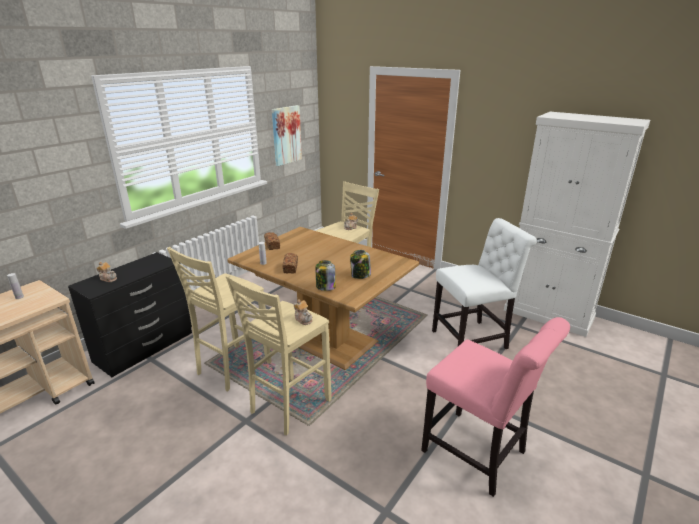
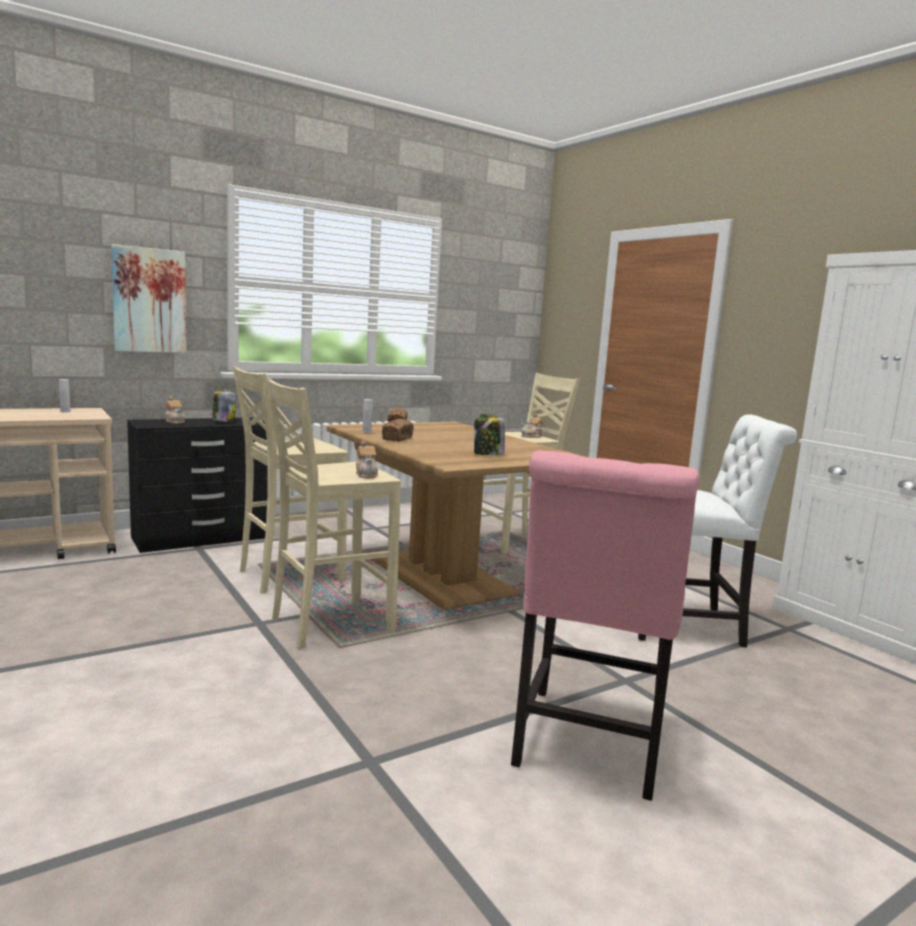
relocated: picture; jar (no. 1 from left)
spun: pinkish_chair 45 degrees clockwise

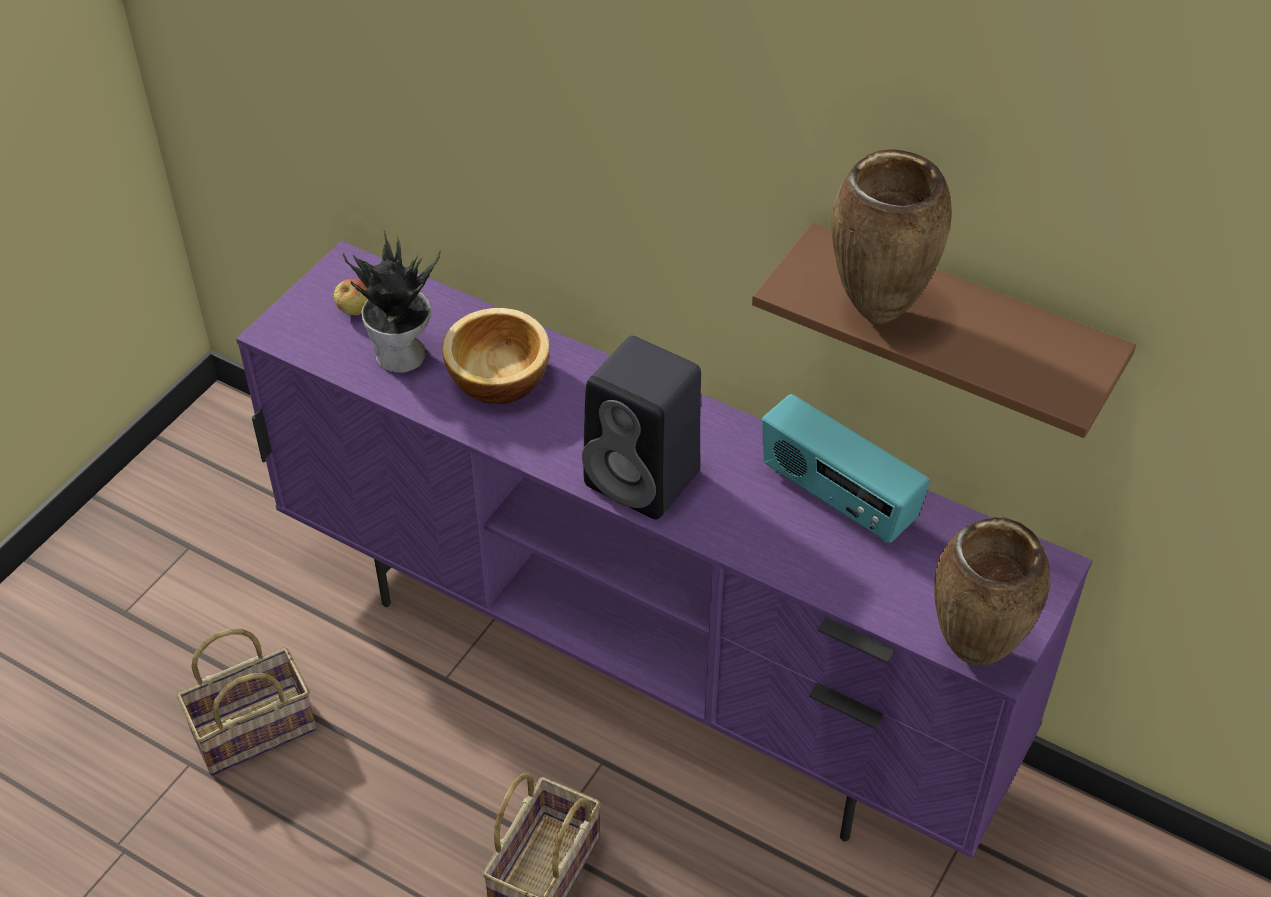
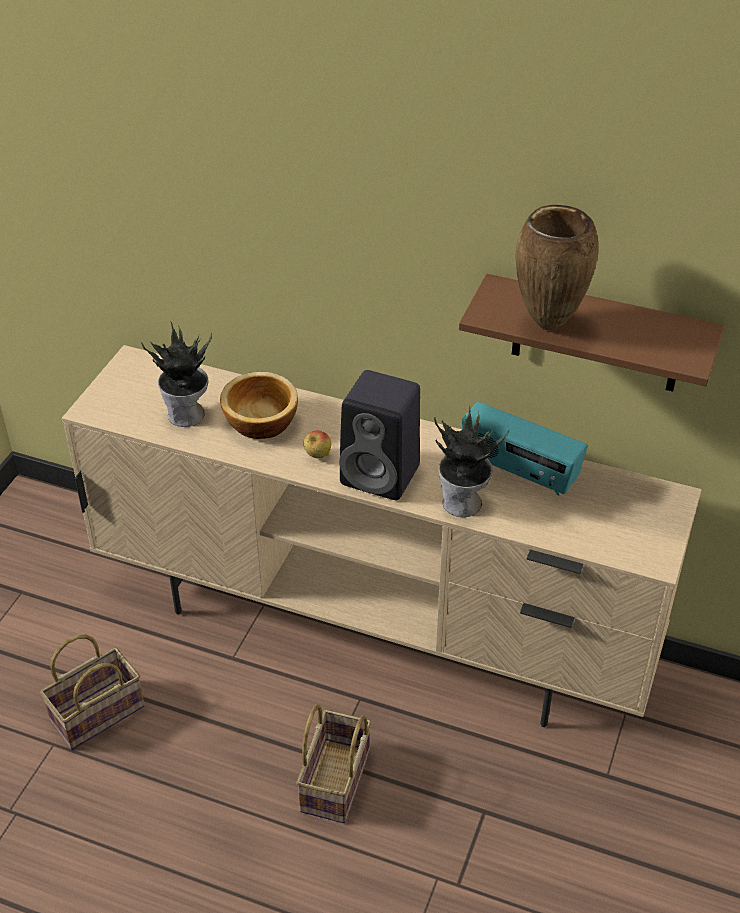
missing: brown_decorative_vase (no. 2 from left)
appeared: plant_in_a_pot (no. 2 from left)
relocated: apple_fruit
colour: purplish_tv_stand to sand-coloured_tv_stand

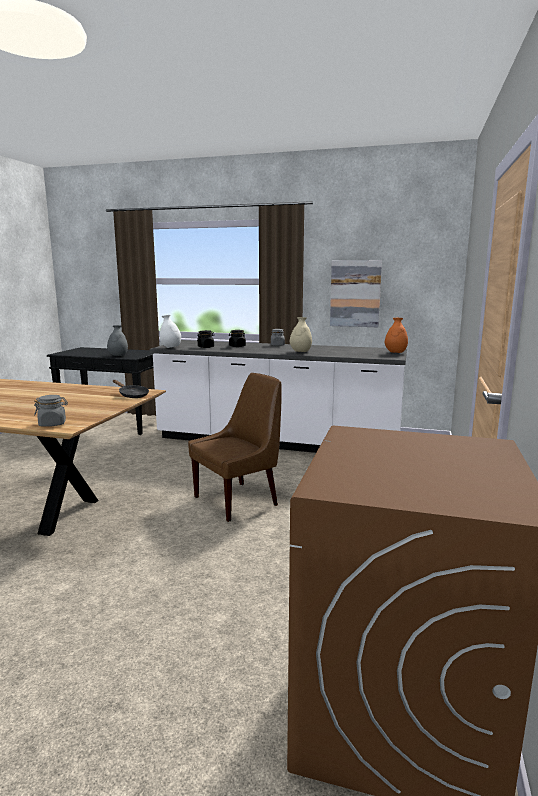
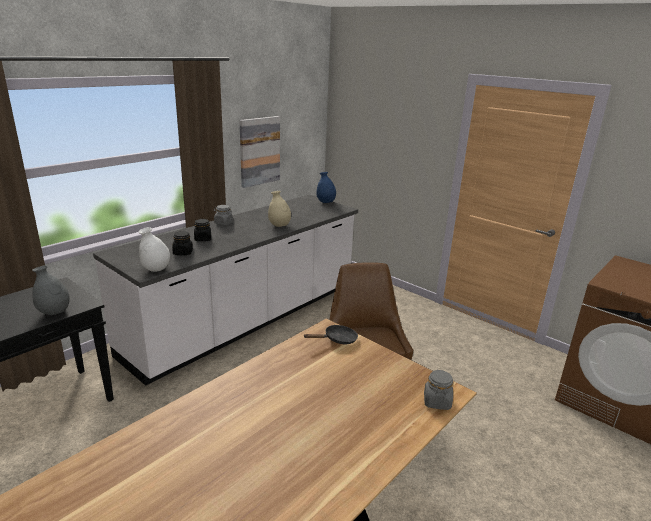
colour: orange-coloured_decorative_vase to bluish_decorative_vase

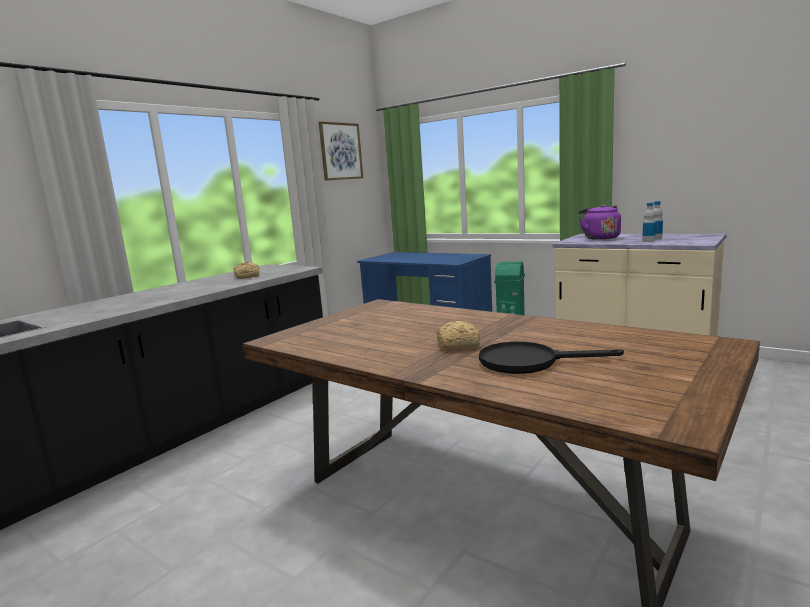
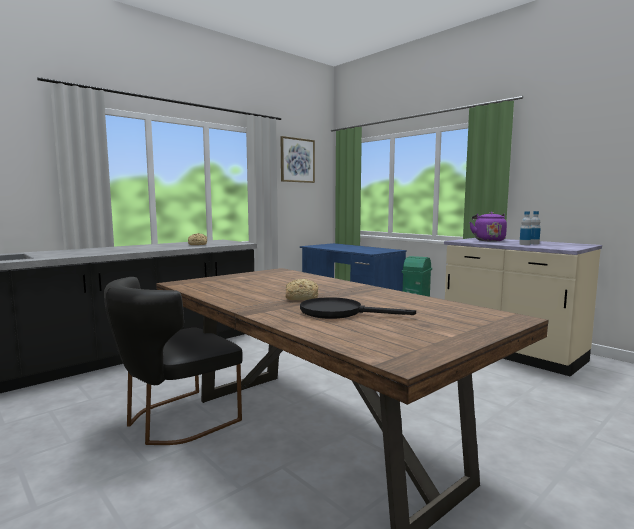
appeared: blackish_chair

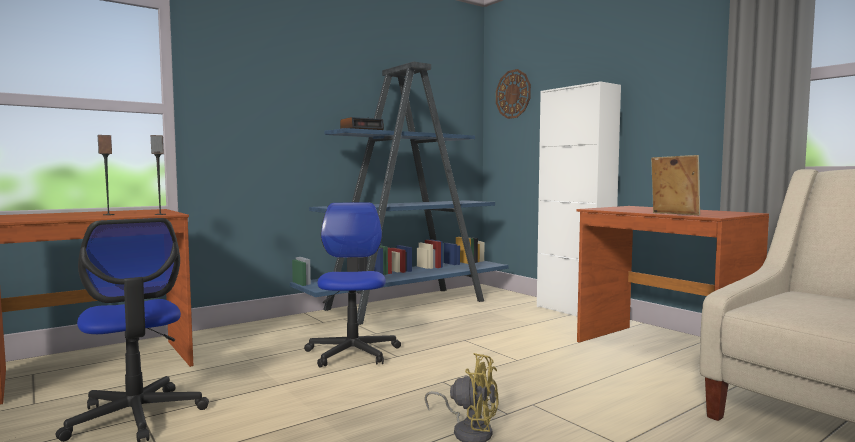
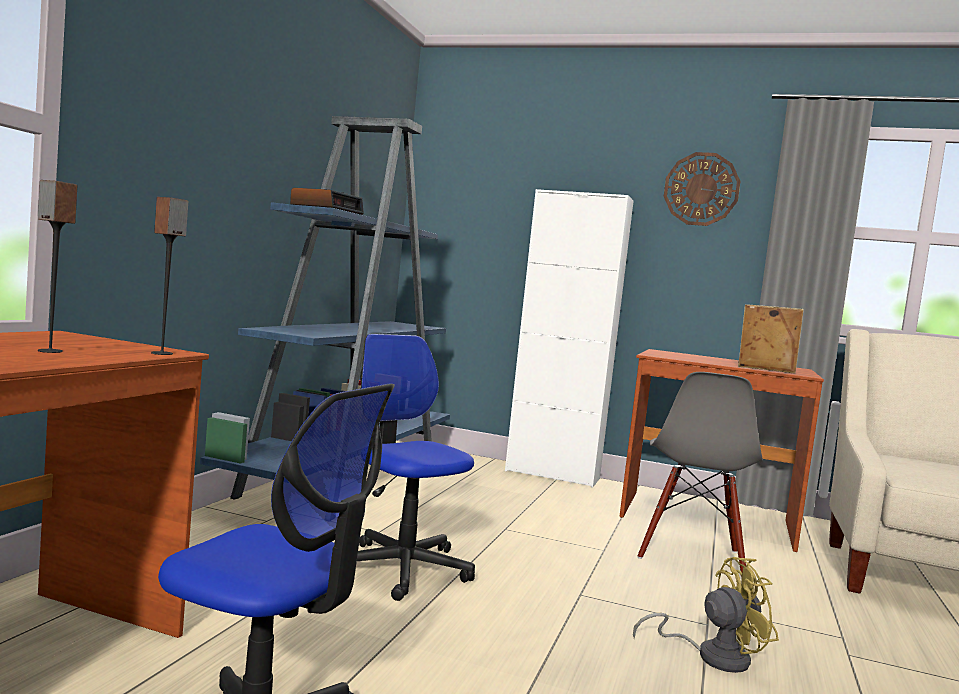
appeared: gray_chair
relocated: hanging_clock

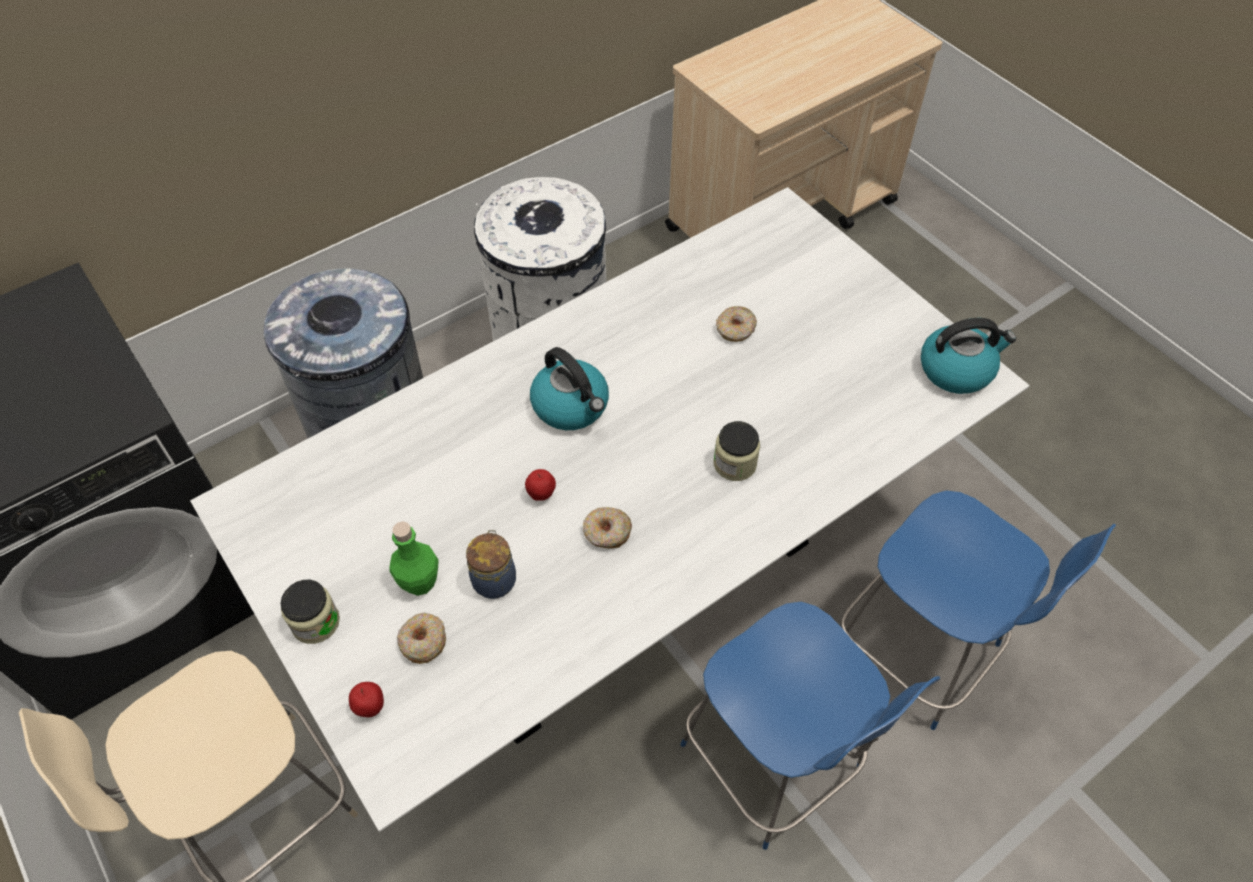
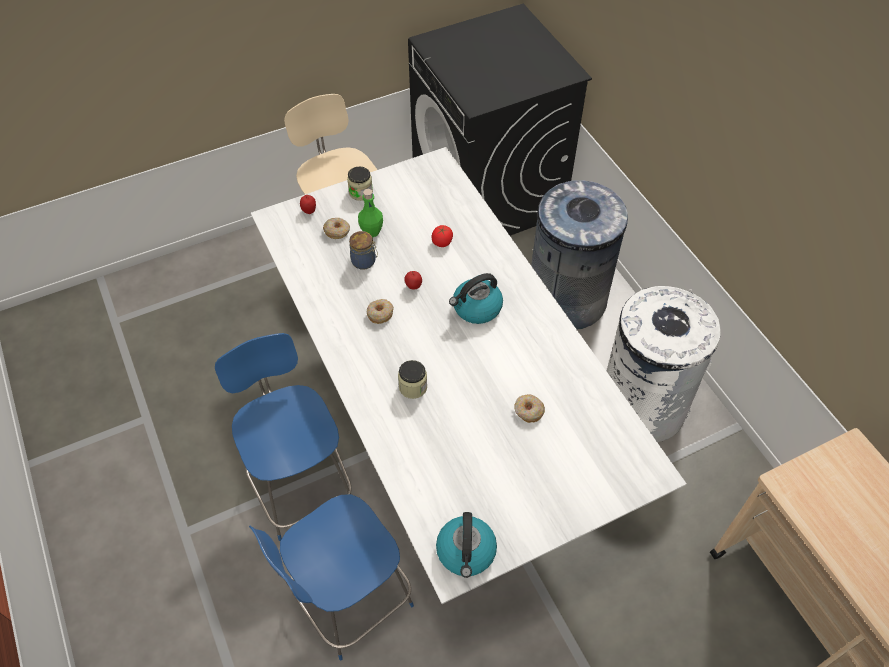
appeared: tomato
spun: bluish_chair (no. 1 from left) 90 degrees clockwise

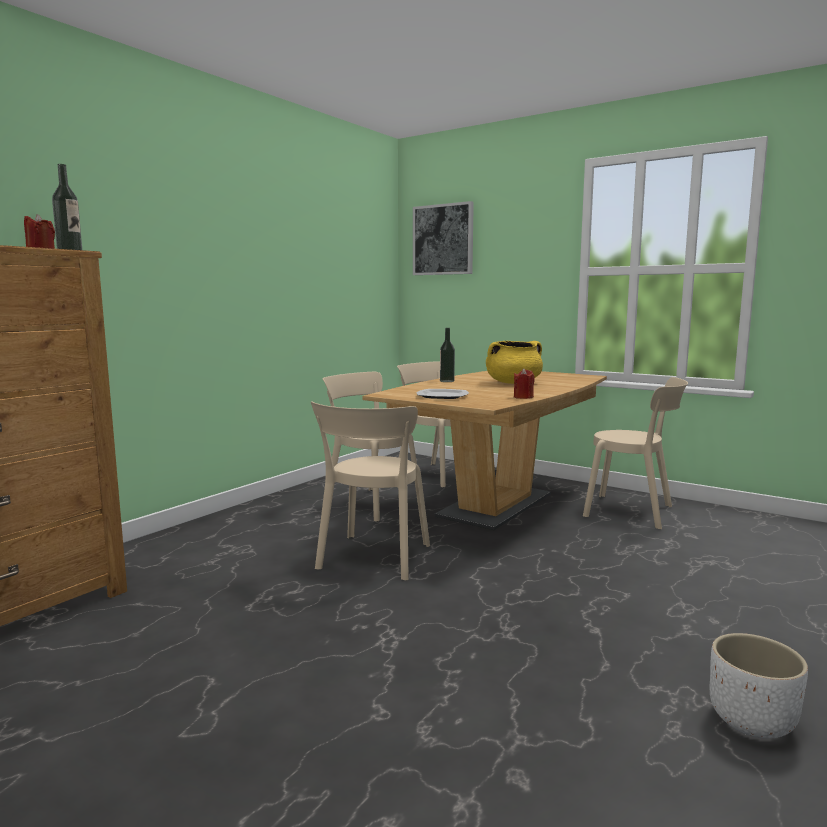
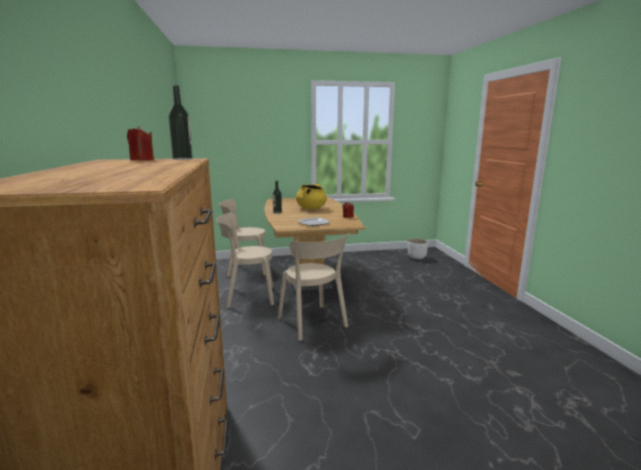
missing: picture; sand-coloured_chair (no. 4 from left)
relocated: white_planter

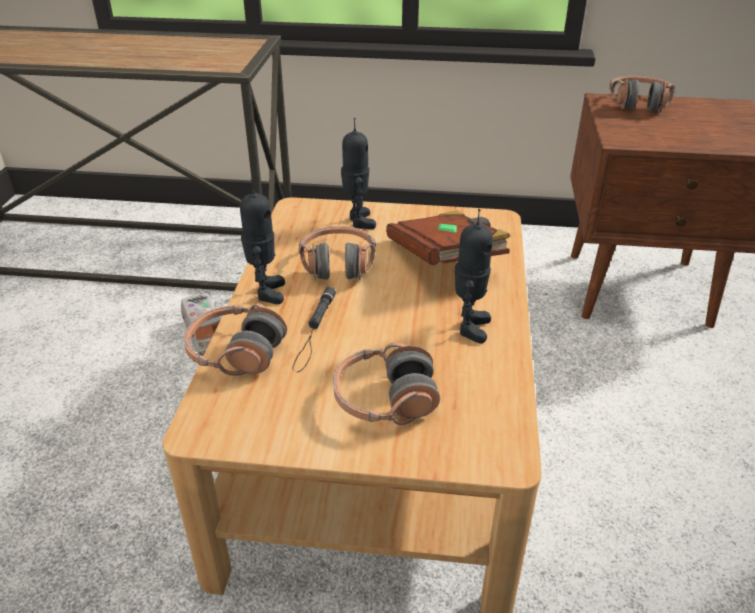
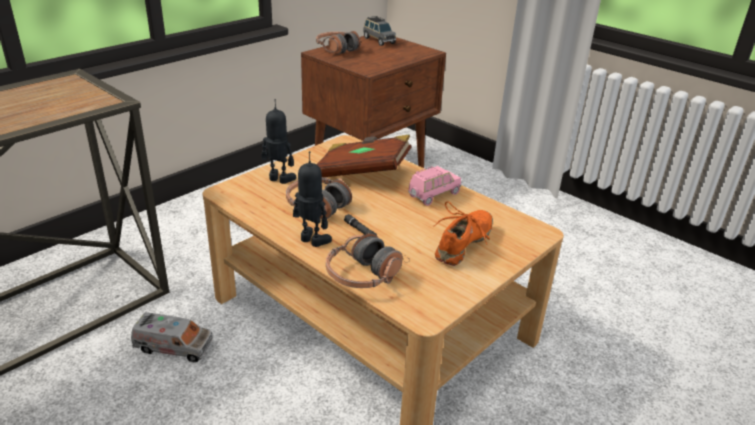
appeared: gray_model_car
exchanged: headphones (no. 3 from left) to orange-coloured_item_of_footwear; toy_robot (no. 3 from left) to pinkish_model_car

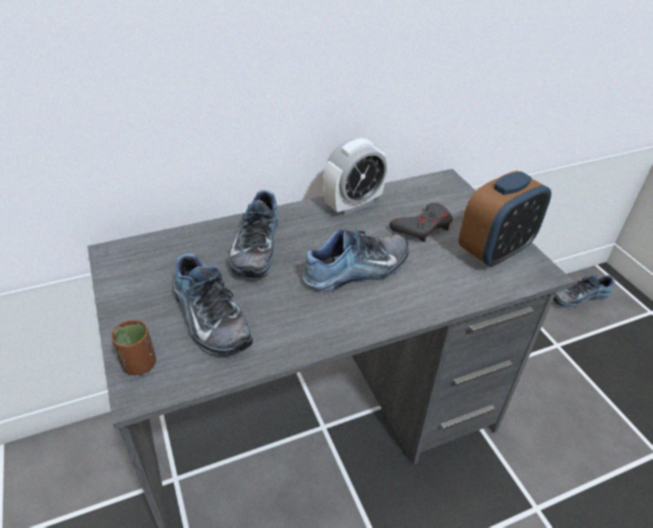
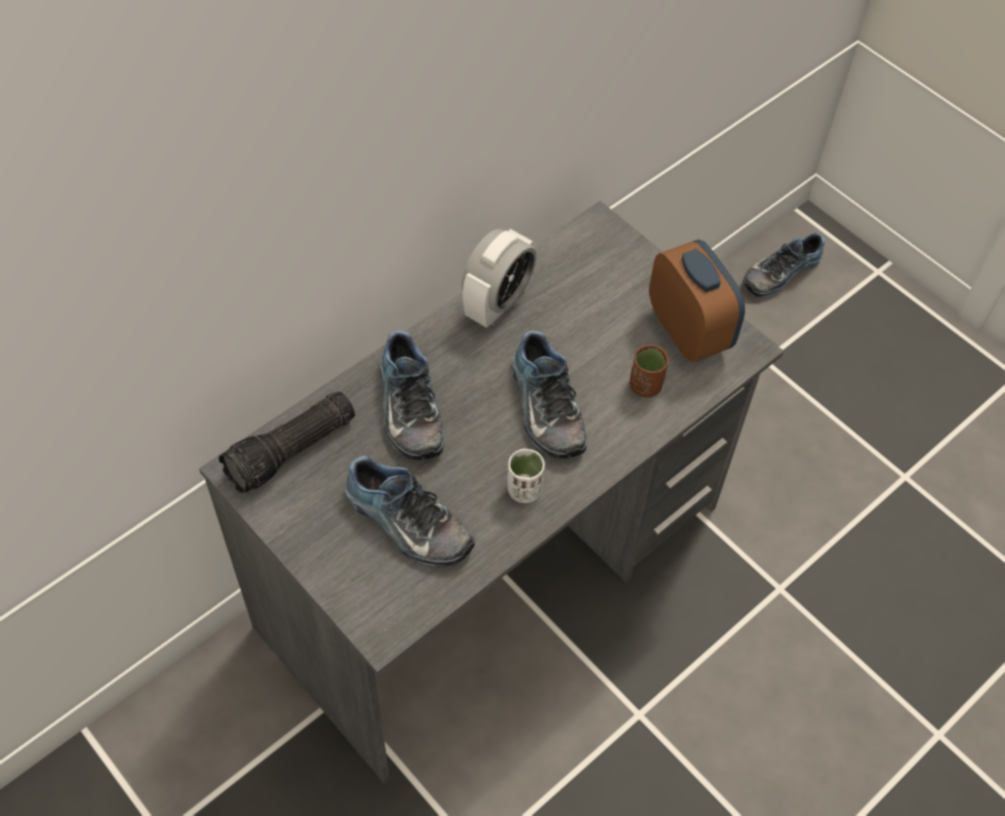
missing: gray_gamepad
appeared: flashlight; white_small_cup
relocated: brown_small_cup
spun: item_of_footwear (no. 3 from left) 120 degrees clockwise; bedside_clock (no. 2 from left) 60 degrees counterclockwise

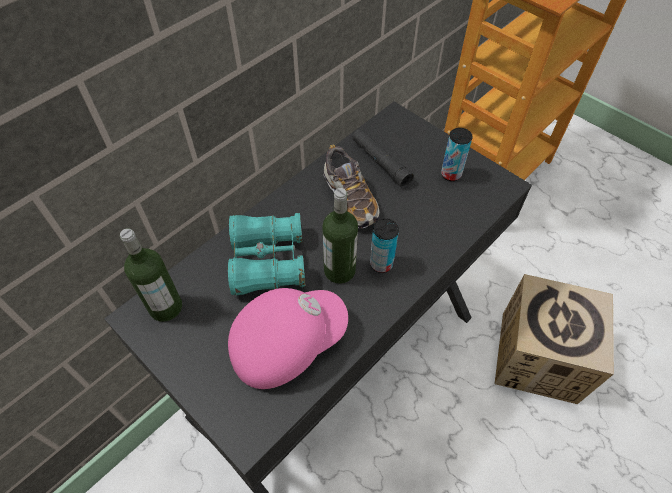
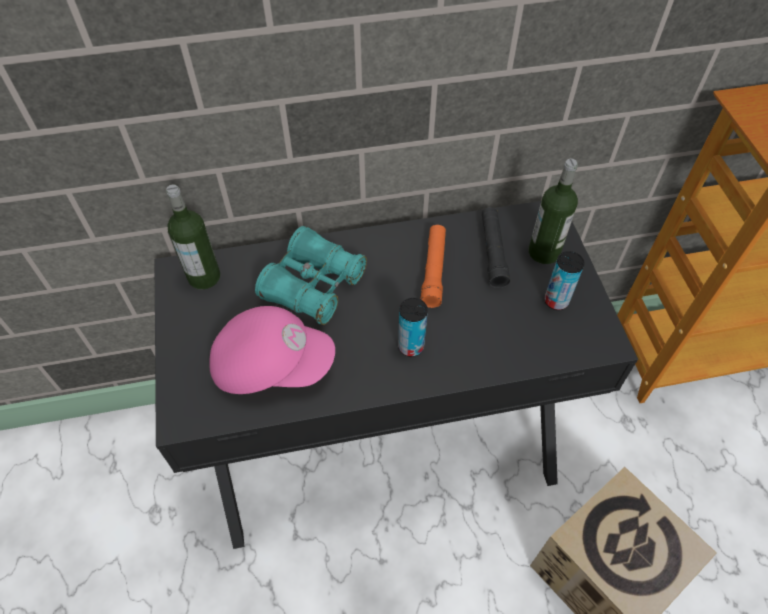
relocated: drink_bottle (no. 2 from left)
exchanged: item_of_footwear to orange-coloured_flashlight

